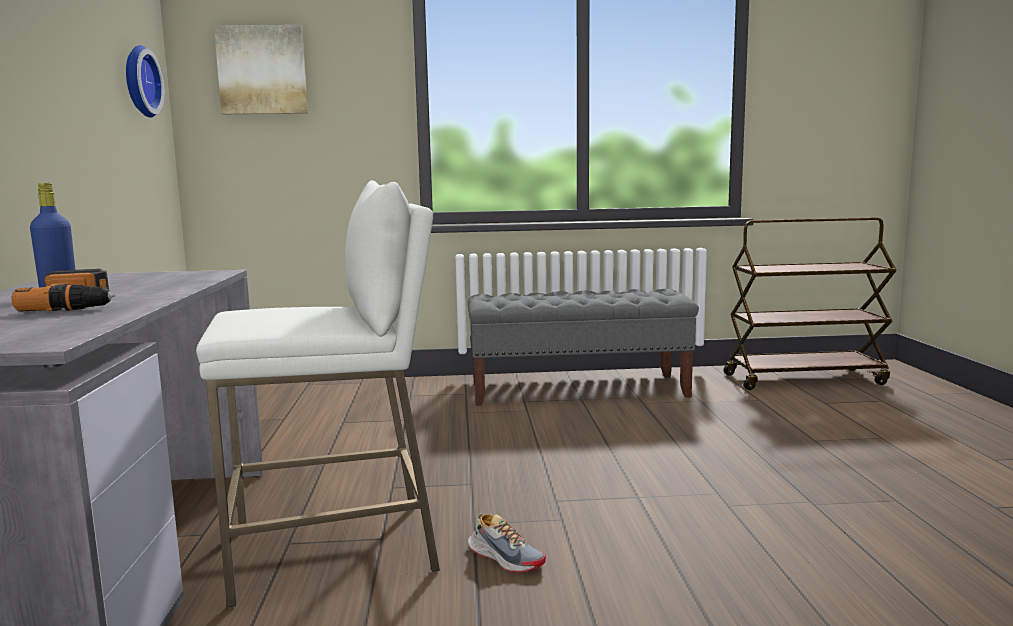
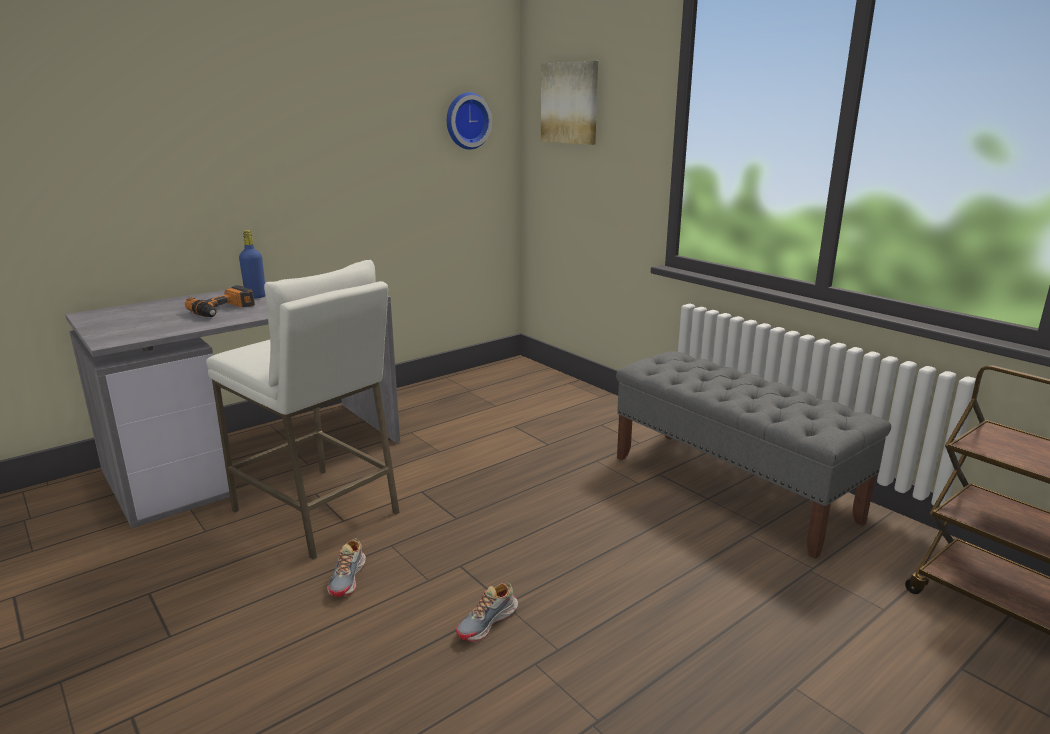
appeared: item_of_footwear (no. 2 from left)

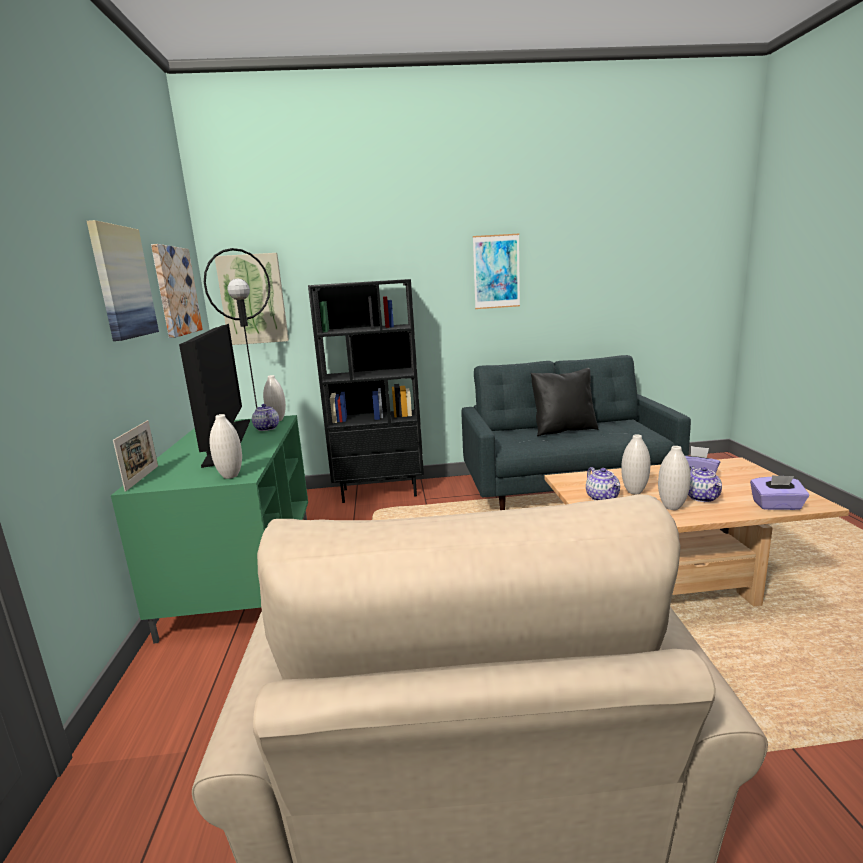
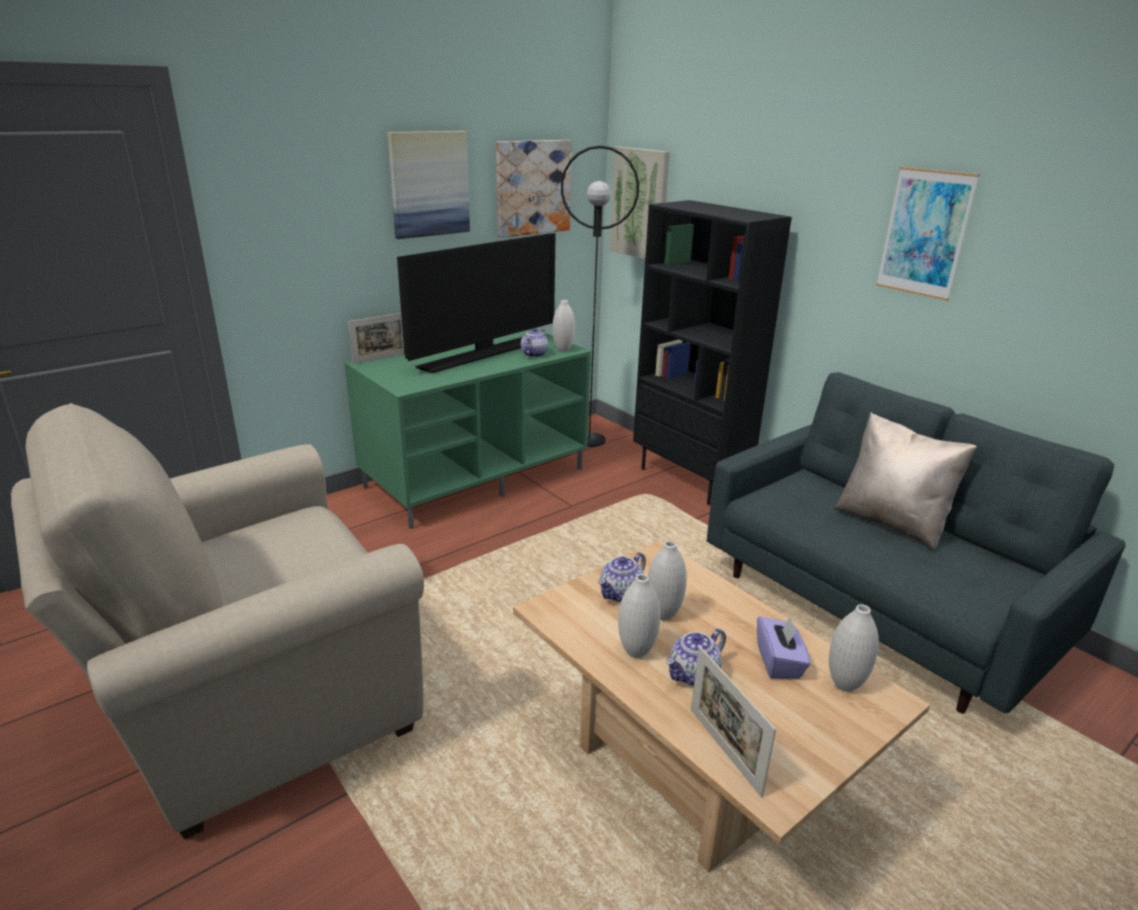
relocated: white_decorative_vase (no. 1 from left in the first image) to white_decorative_vase (no. 4 from left)
exchanged: purplish_tissue_box (no. 2 from left) to picture_frame (no. 2 from left)
colour: blackish_pillow to sand-coloured_pillow

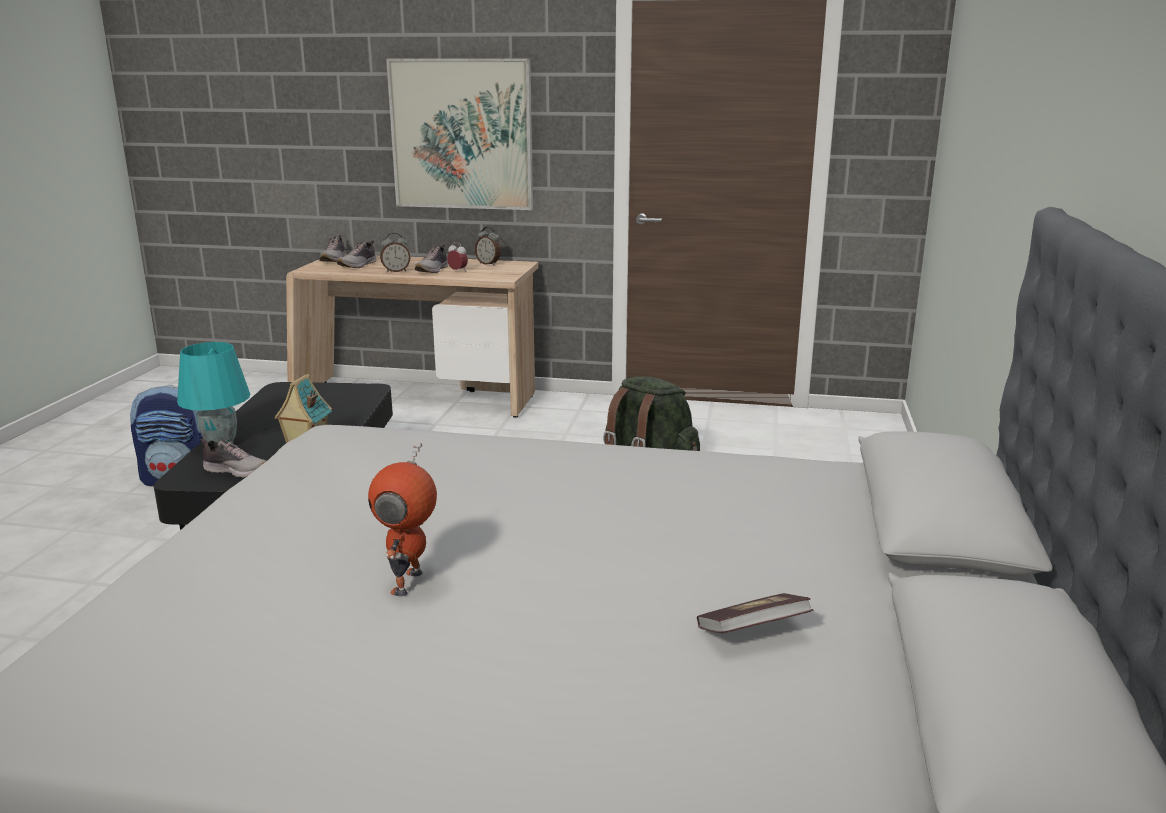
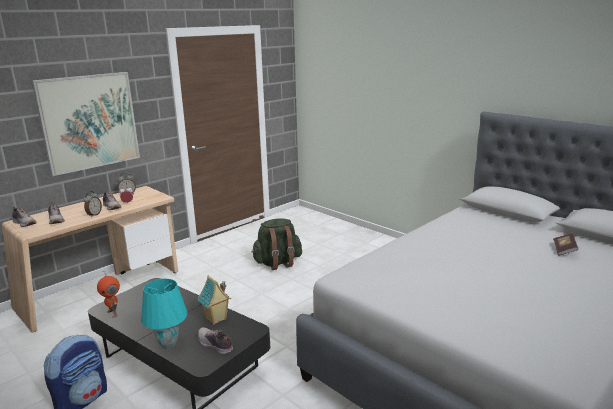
relocated: toy_robot
spun: item_of_footwear (no. 1 from left in the first image) 105 degrees counterclockwise

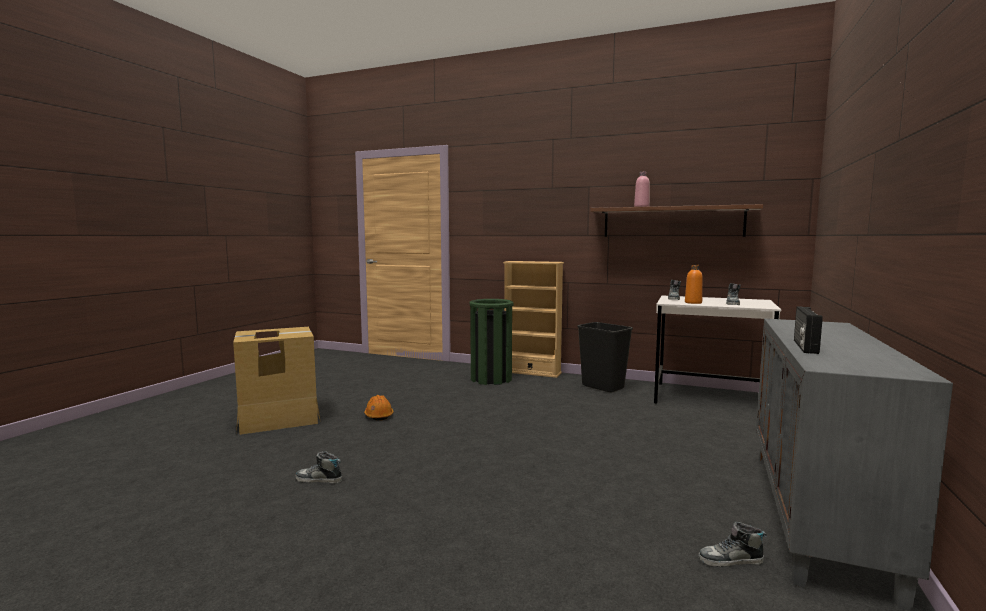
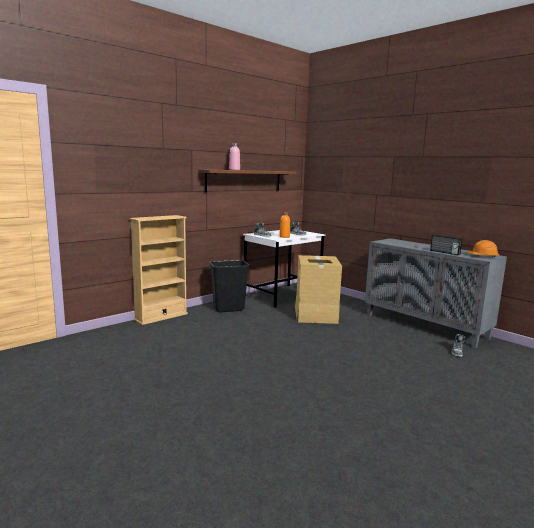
missing: item_of_footwear (no. 1 from left); green-coloured_waste_bin
relocated: packing_box; orange-coloured_safety_helmet

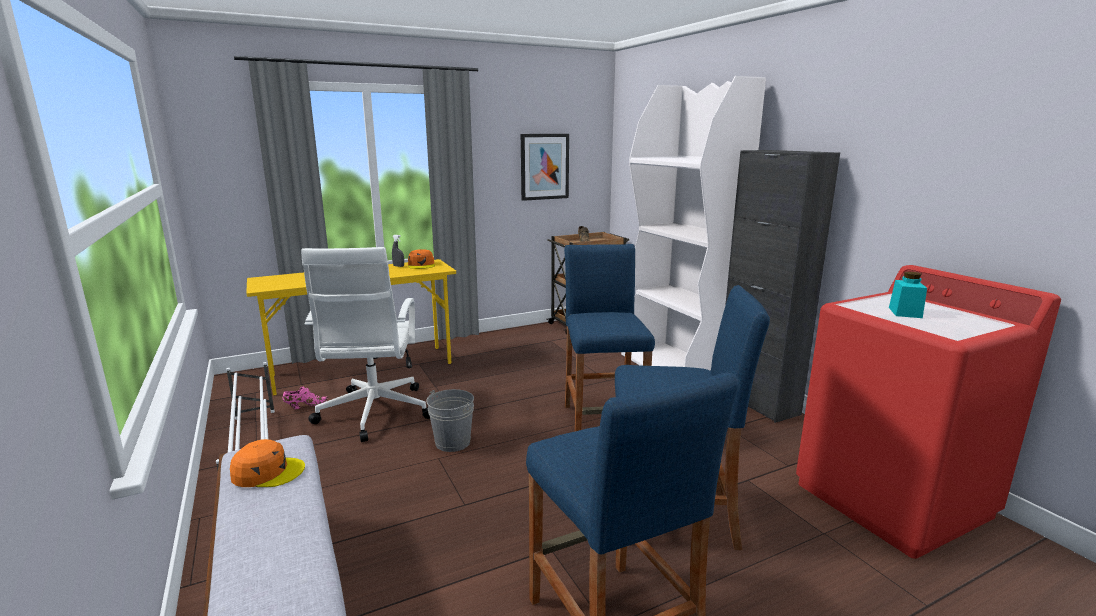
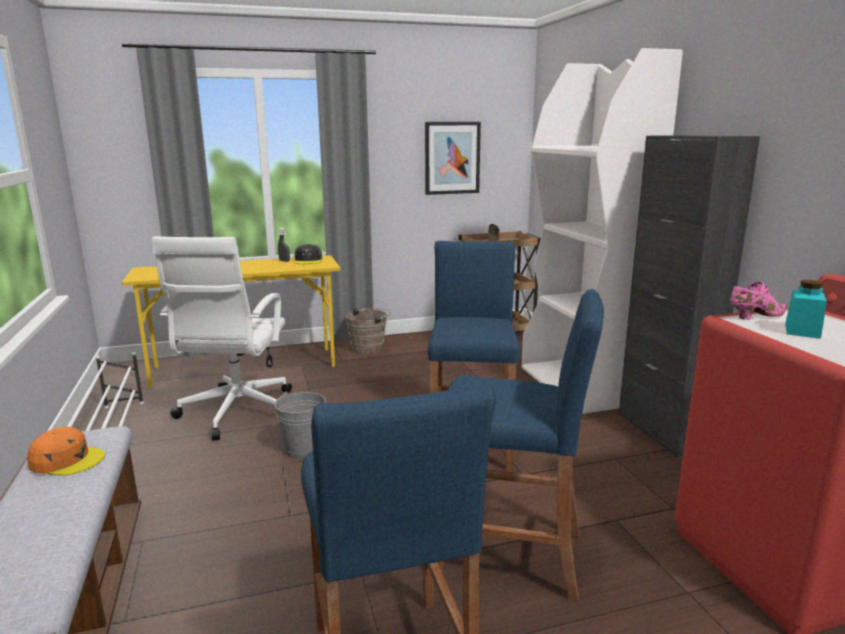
appeared: brown_water_bucket
relocated: pinkish_item_of_footwear
colour: orange-coloured_peaked_cap (no. 2 from left) to gray_peaked_cap

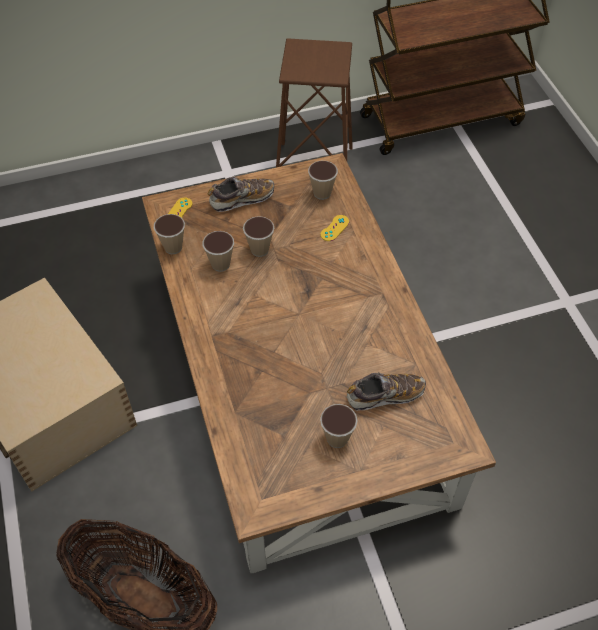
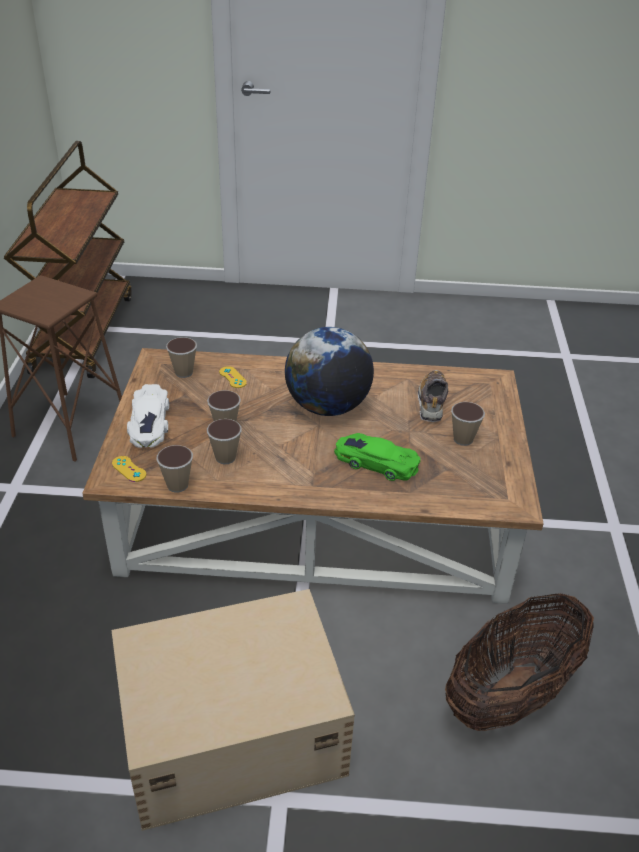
appeared: desk_globe; green-coloured_model_car
exchanged: item_of_footwear (no. 1 from left) to white_model_car

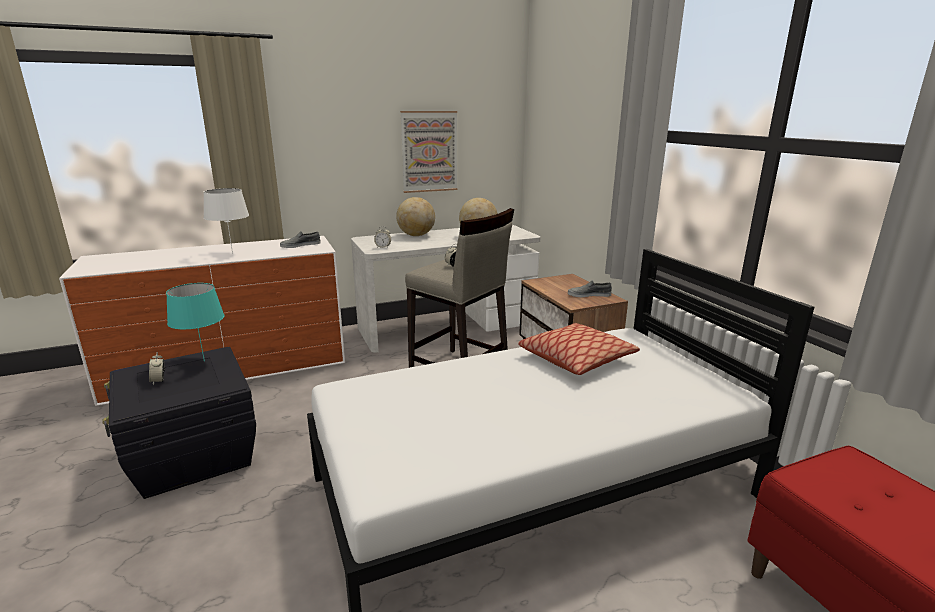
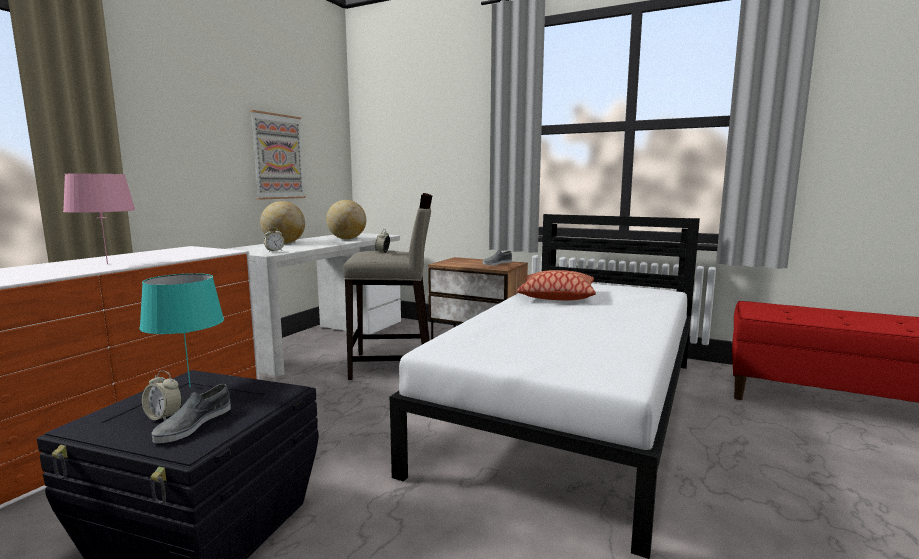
relocated: gray_item_of_footwear (no. 1 from left)
colour: white_table_lamp to pinkish_table_lamp

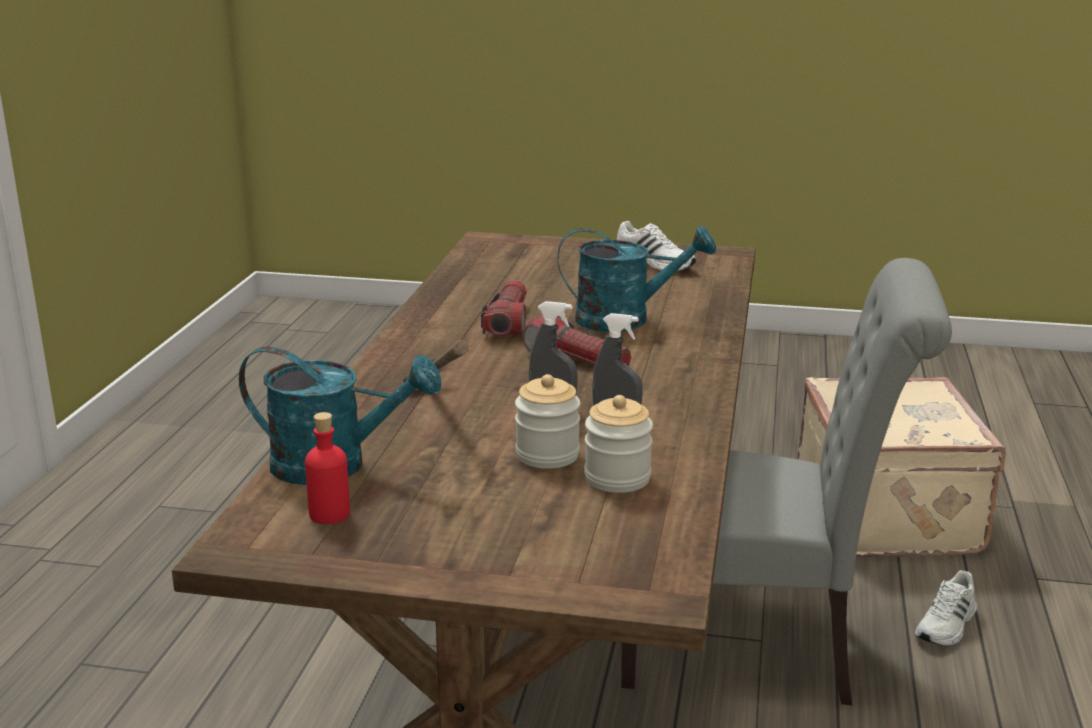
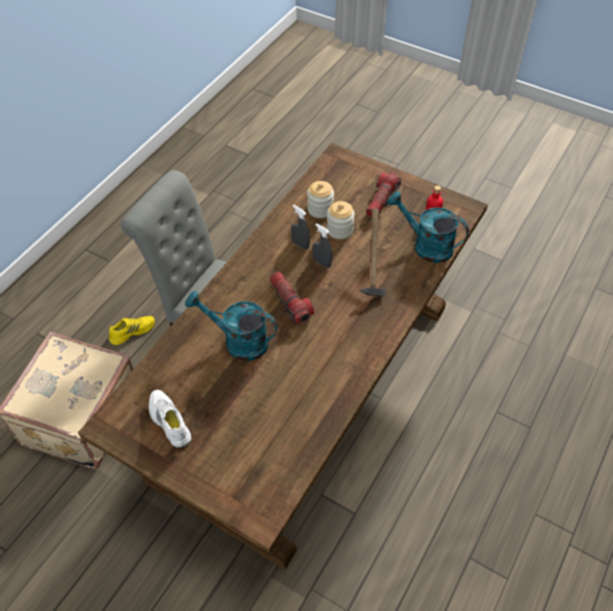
relocated: flashlight (no. 1 from left in the first image) to flashlight (no. 2 from left)
colour: white_item_of_footwear (no. 2 from left) to yellow-coloured_item_of_footwear

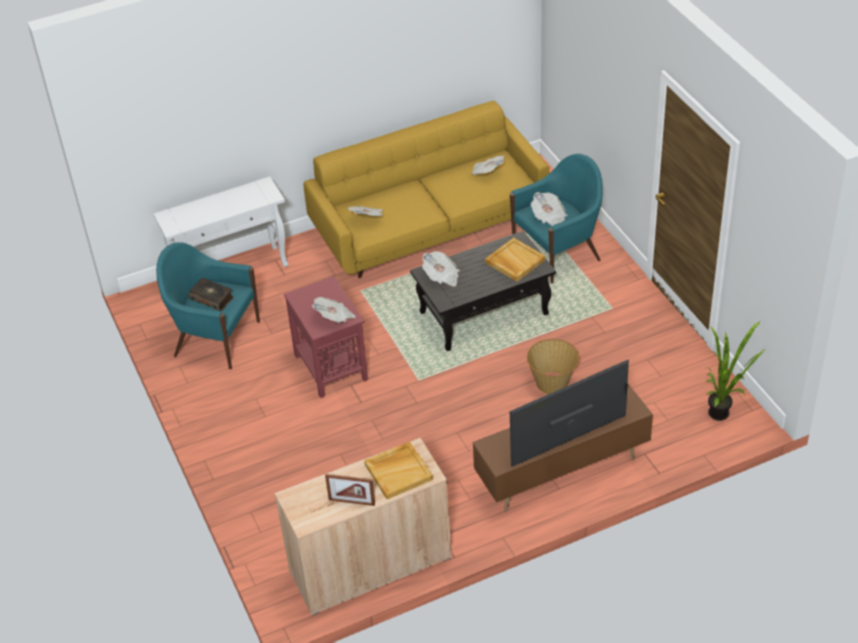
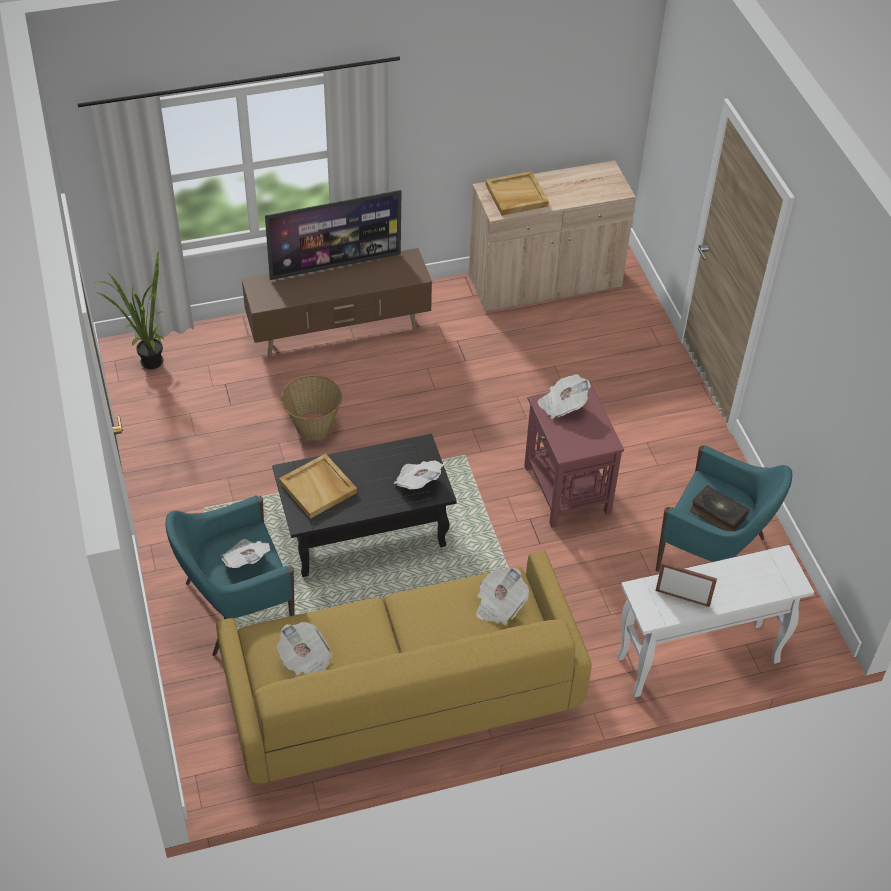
relocated: picture_frame

